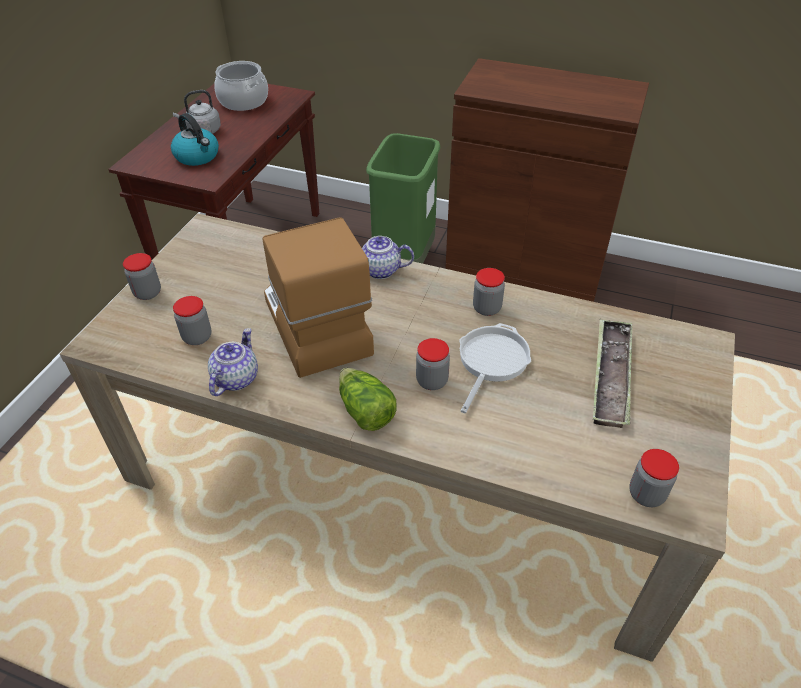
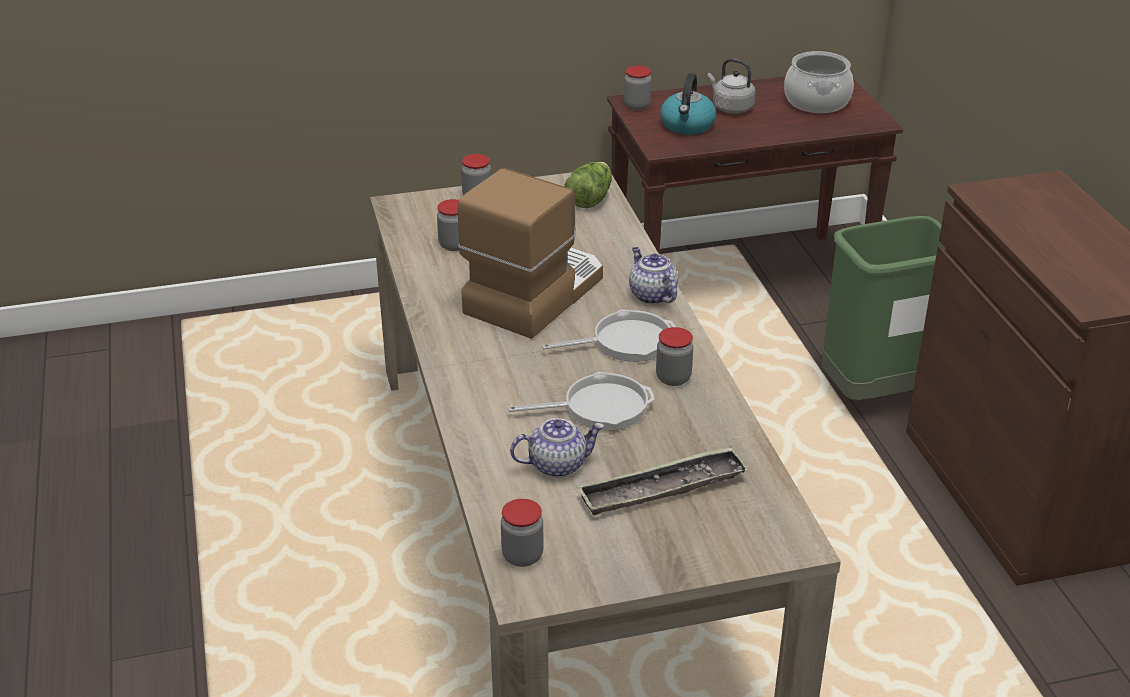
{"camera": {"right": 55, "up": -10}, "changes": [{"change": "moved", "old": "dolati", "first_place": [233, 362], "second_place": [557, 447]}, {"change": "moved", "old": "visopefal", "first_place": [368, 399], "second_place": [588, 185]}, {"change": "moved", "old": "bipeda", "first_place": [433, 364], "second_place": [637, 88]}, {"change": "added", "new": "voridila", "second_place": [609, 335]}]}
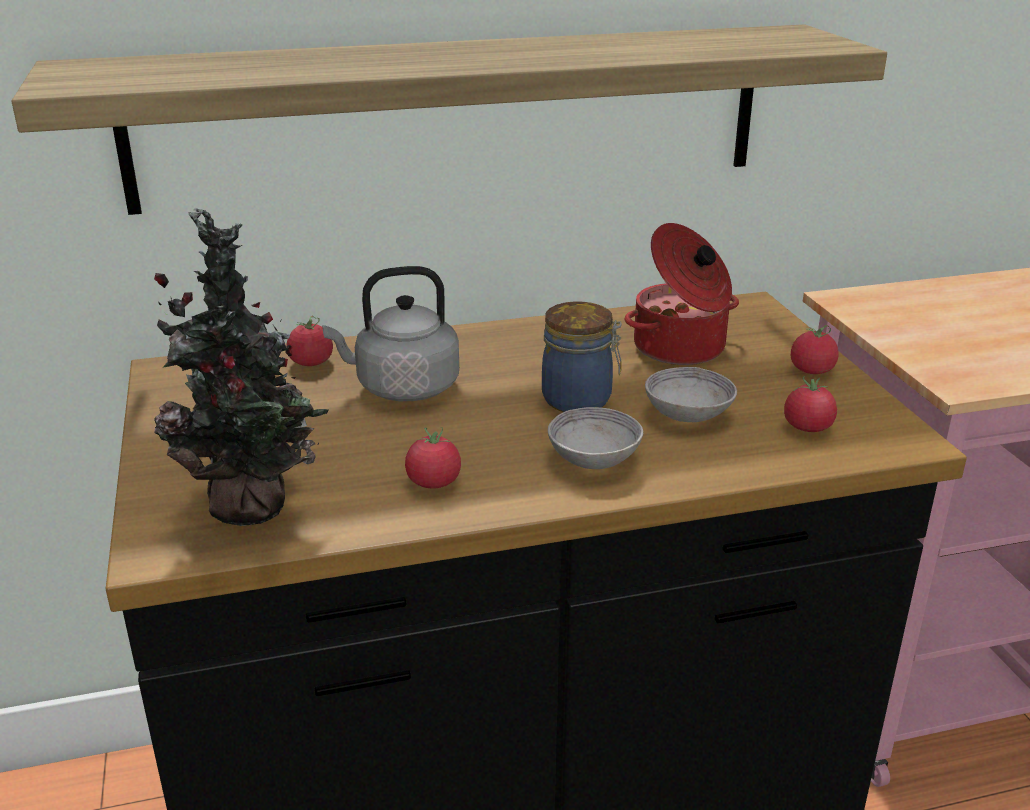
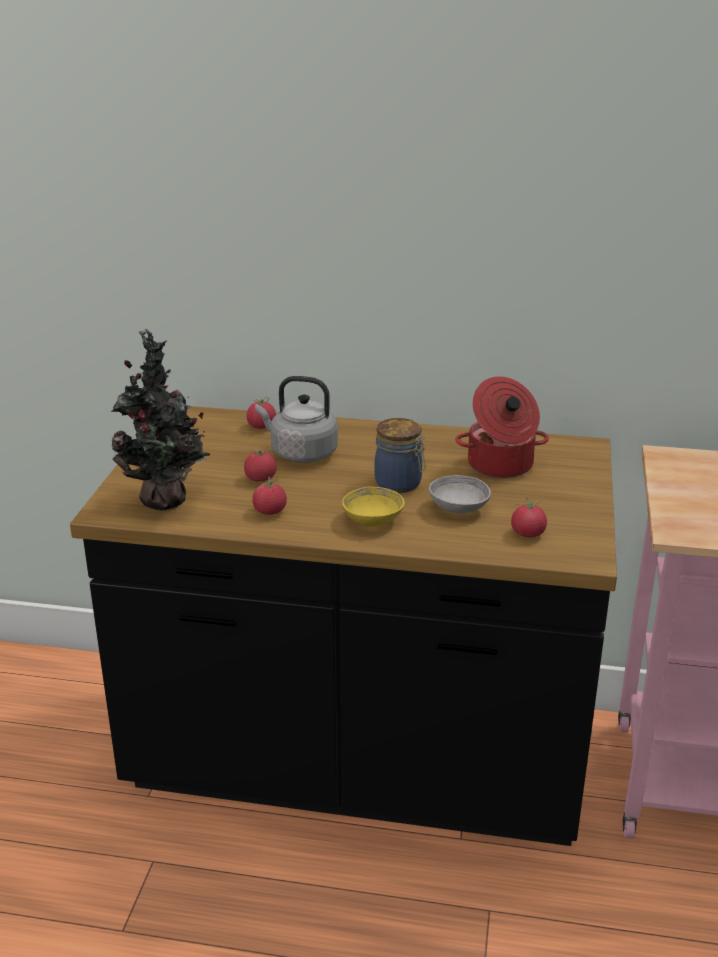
{"camera": {"right": 25, "up": 0}, "changes": [{"change": "removed", "old": "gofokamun", "first_place": [449, 119]}, {"change": "recoloured", "old": "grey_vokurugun", "new": "yellow_vokurugun", "first_place": [595, 438], "second_place": [373, 507]}, {"change": "moved", "old": "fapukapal", "first_place": [815, 349], "second_place": [260, 465]}]}
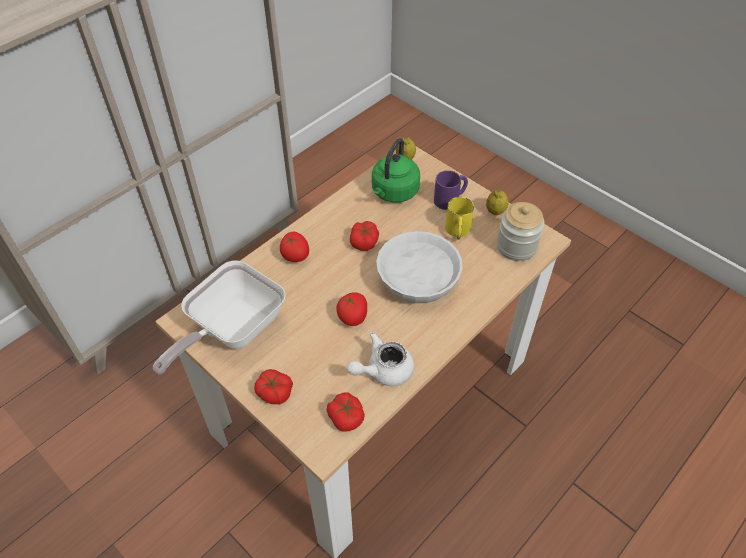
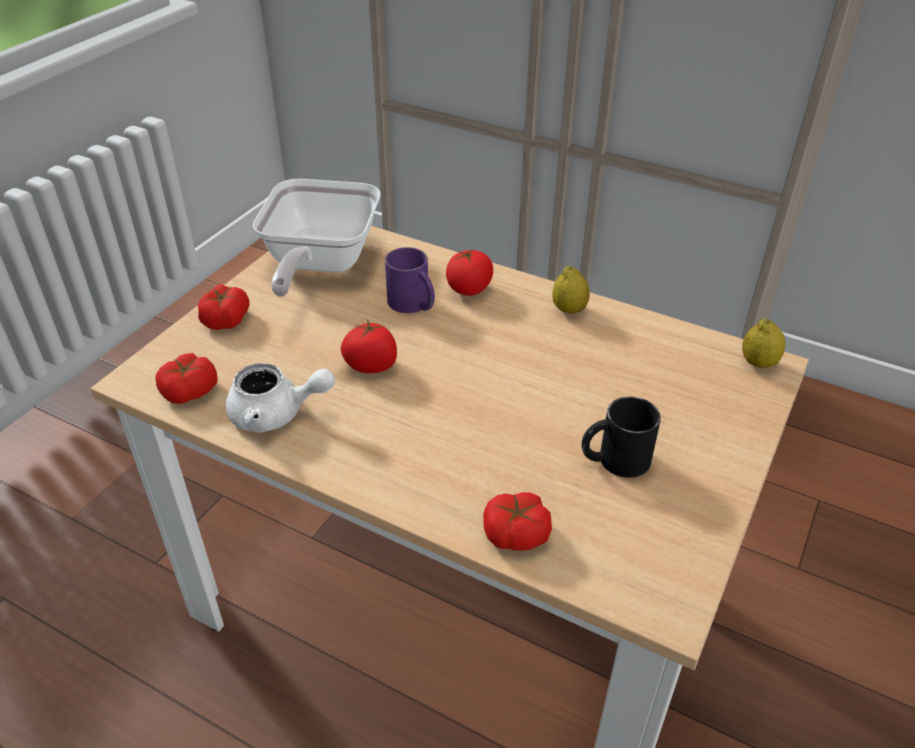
{"camera": {"right": 75, "up": -10}, "changes": [{"change": "turned", "old": "voridila", "first_place": [219, 317], "second_place": [316, 238], "degrees": -105}, {"change": "turned", "old": "white_dolati", "first_place": [380, 359], "second_place": [280, 397], "degrees": 135}, {"change": "moved", "old": "fapukapal", "first_place": [364, 236], "second_place": [517, 521]}, {"change": "removed", "old": "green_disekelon", "first_place": [396, 170]}, {"change": "removed", "old": "white_vokurugun", "first_place": [419, 267]}, {"change": "moved", "old": "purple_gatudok", "first_place": [451, 190], "second_place": [410, 280]}, {"change": "recoloured", "old": "yellow_gatudok", "new": "black_gatudok", "first_place": [459, 218], "second_place": [621, 437]}, {"change": "moved", "old": "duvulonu", "first_place": [497, 202], "second_place": [571, 290]}, {"change": "removed", "old": "bipeda", "first_place": [520, 231]}]}
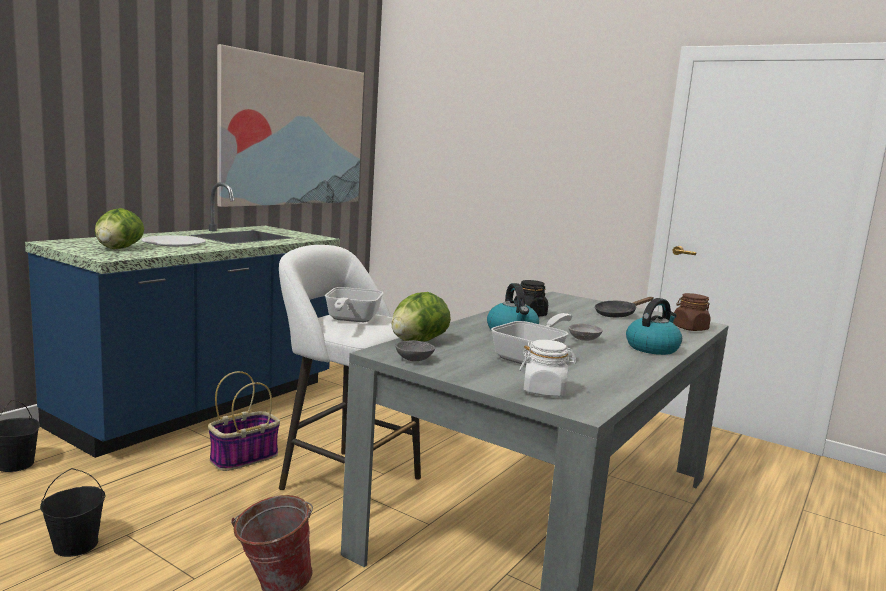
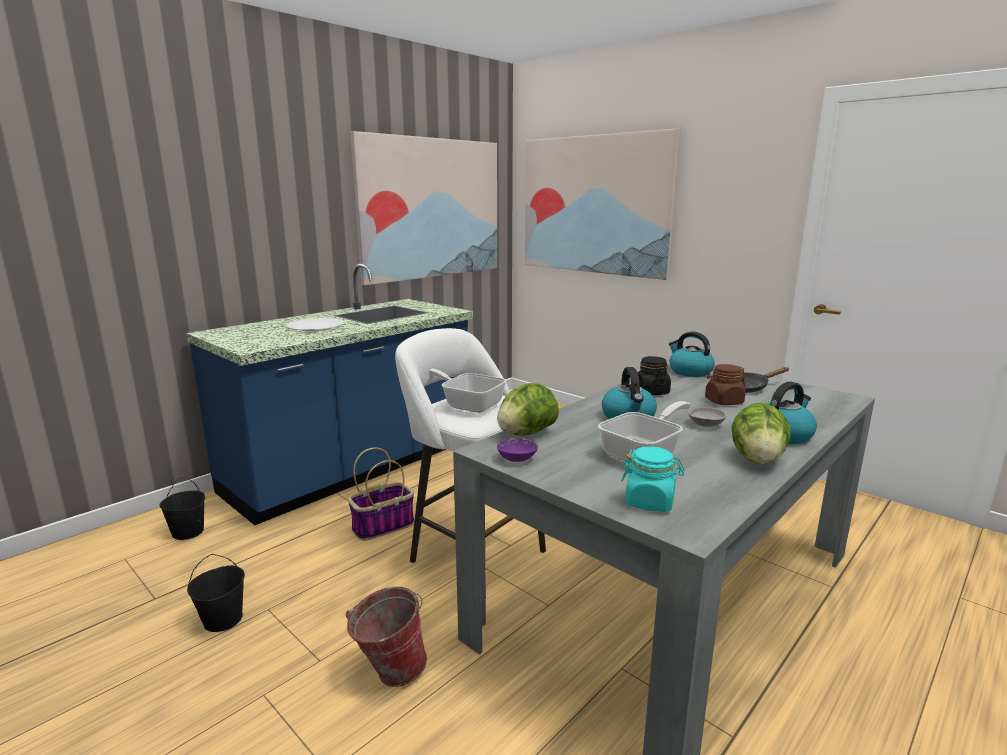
{"camera": {"right": 10, "up": 5}, "changes": [{"change": "moved", "old": "visopefal", "first_place": [119, 228], "second_place": [761, 433]}, {"change": "turned", "old": "voridila", "first_place": [354, 304], "second_place": [467, 390], "degrees": 105}, {"change": "recoloured", "old": "grey_vokurugun", "new": "purple_vokurugun", "first_place": [415, 350], "second_place": [517, 449]}, {"change": "recoloured", "old": "white_bipeda", "new": "turquoise_bipeda", "first_place": [547, 368], "second_place": [653, 479]}, {"change": "moved", "old": "brown_bipeda", "first_place": [692, 312], "second_place": [725, 384]}, {"change": "added", "new": "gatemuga", "second_place": [603, 204]}, {"change": "added", "new": "disekelon", "second_place": [692, 354]}]}
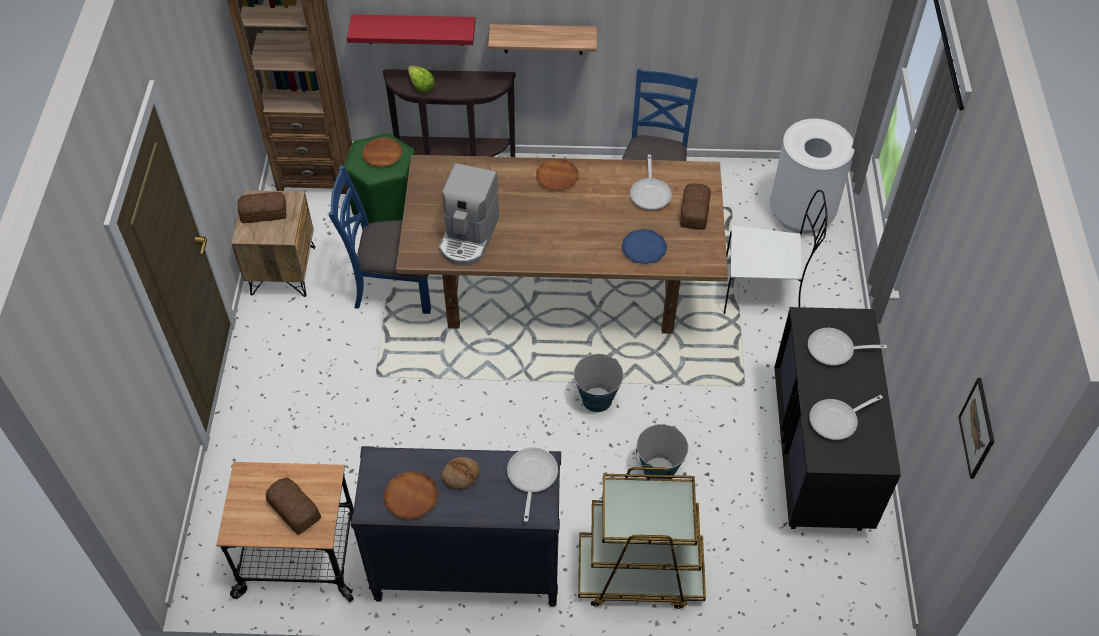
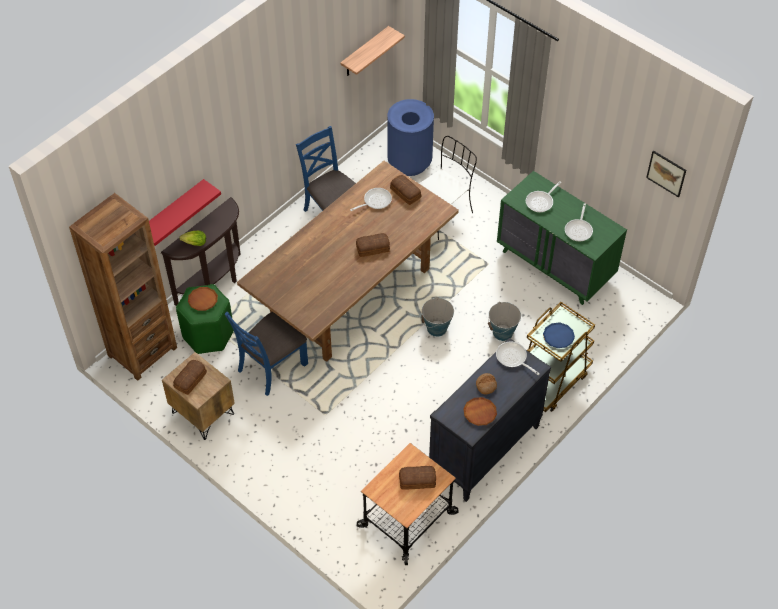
{"camera": {"right": -50, "up": 0}, "changes": [{"change": "removed", "old": "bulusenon", "first_place": [469, 214]}, {"change": "moved", "old": "gofokamun", "first_place": [542, 39], "second_place": [372, 51]}, {"change": "removed", "old": "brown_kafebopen", "first_place": [557, 175]}, {"change": "moved", "old": "blue_kafebopen", "first_place": [644, 246], "second_place": [559, 335]}, {"change": "turned", "old": "voridila", "first_place": [651, 182], "second_place": [371, 199], "degrees": -75}, {"change": "recoloured", "old": "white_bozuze", "new": "blue_bozuze", "first_place": [812, 176], "second_place": [410, 137]}, {"change": "recoloured", "old": "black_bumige", "new": "green_bumige", "first_place": [837, 419], "second_place": [562, 238]}, {"change": "added", "new": "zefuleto", "second_place": [373, 245]}]}
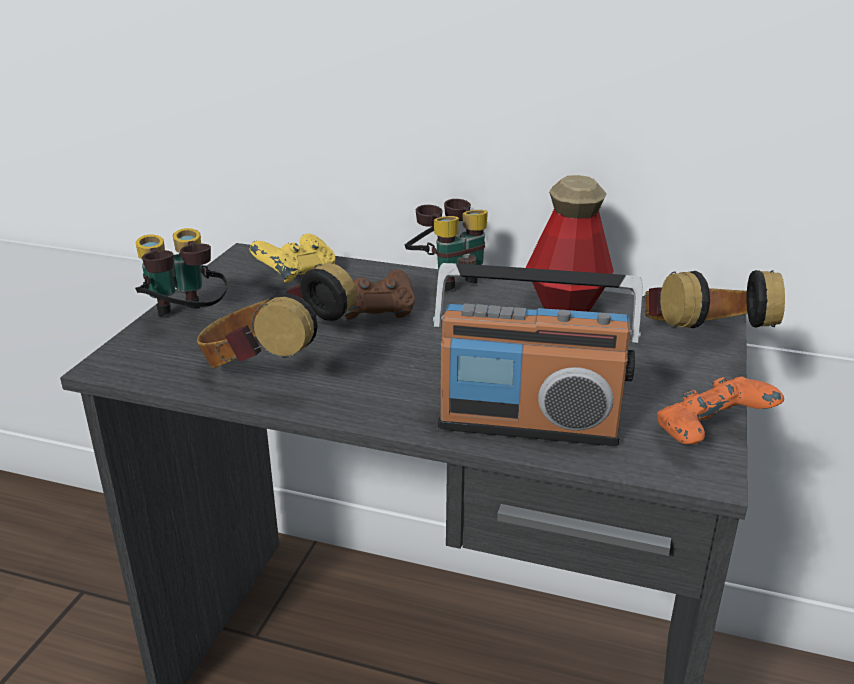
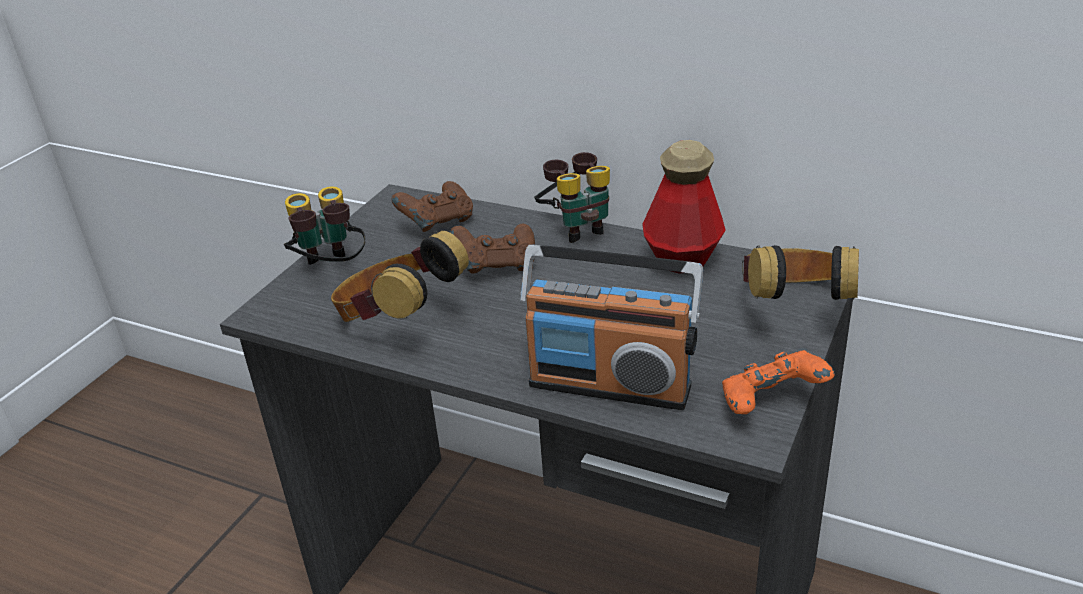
{"camera": {"right": 10, "up": 5}, "changes": [{"change": "recoloured", "old": "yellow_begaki", "new": "brown_begaki", "first_place": [292, 258], "second_place": [432, 206]}]}
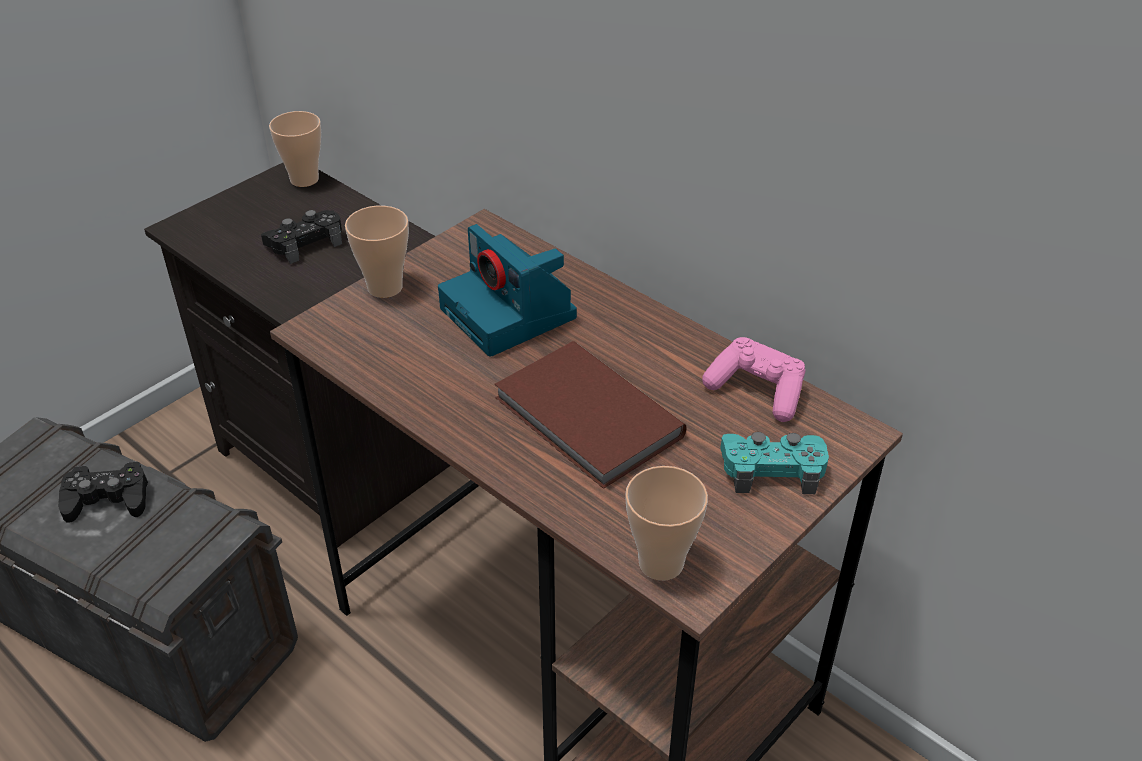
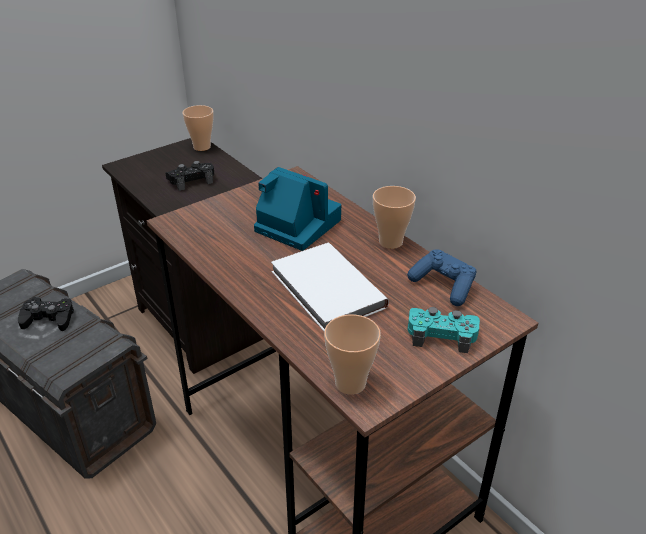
{"camera": {"right": 10, "up": -5}, "changes": [{"change": "moved", "old": "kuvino", "first_place": [377, 252], "second_place": [394, 217]}, {"change": "turned", "old": "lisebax", "first_place": [507, 290], "second_place": [297, 209], "degrees": 150}, {"change": "recoloured", "old": "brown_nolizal", "new": "white_nolizal", "first_place": [591, 415], "second_place": [330, 287]}, {"change": "recoloured", "old": "pink_begaki", "new": "blue_begaki", "first_place": [753, 379], "second_place": [441, 277]}]}
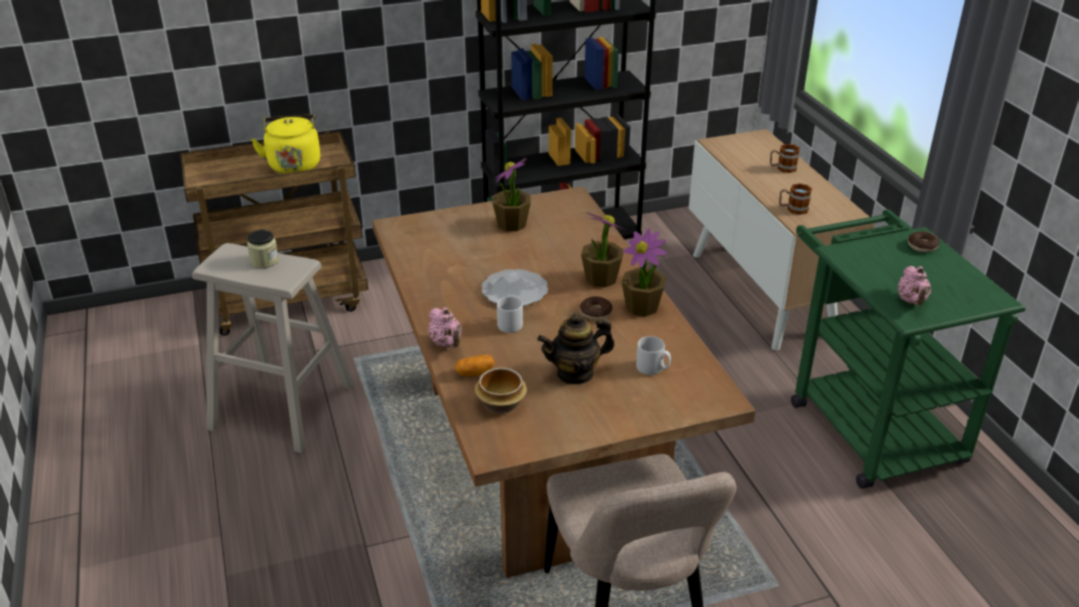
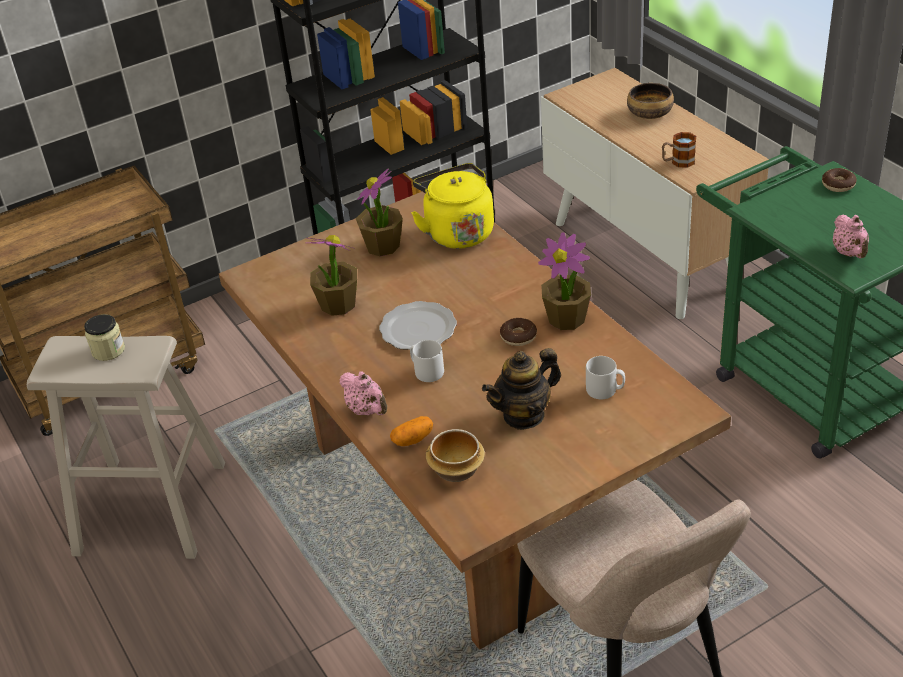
{"camera": {"right": -10, "up": 5}, "changes": [{"change": "moved", "old": "yellow_disekelon", "first_place": [285, 144], "second_place": [452, 206]}, {"change": "moved", "old": "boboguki", "first_place": [603, 250], "second_place": [332, 275]}, {"change": "replaced", "old": "gatudok", "new": "vokurugun", "first_place": [785, 158], "second_place": [650, 101]}]}
